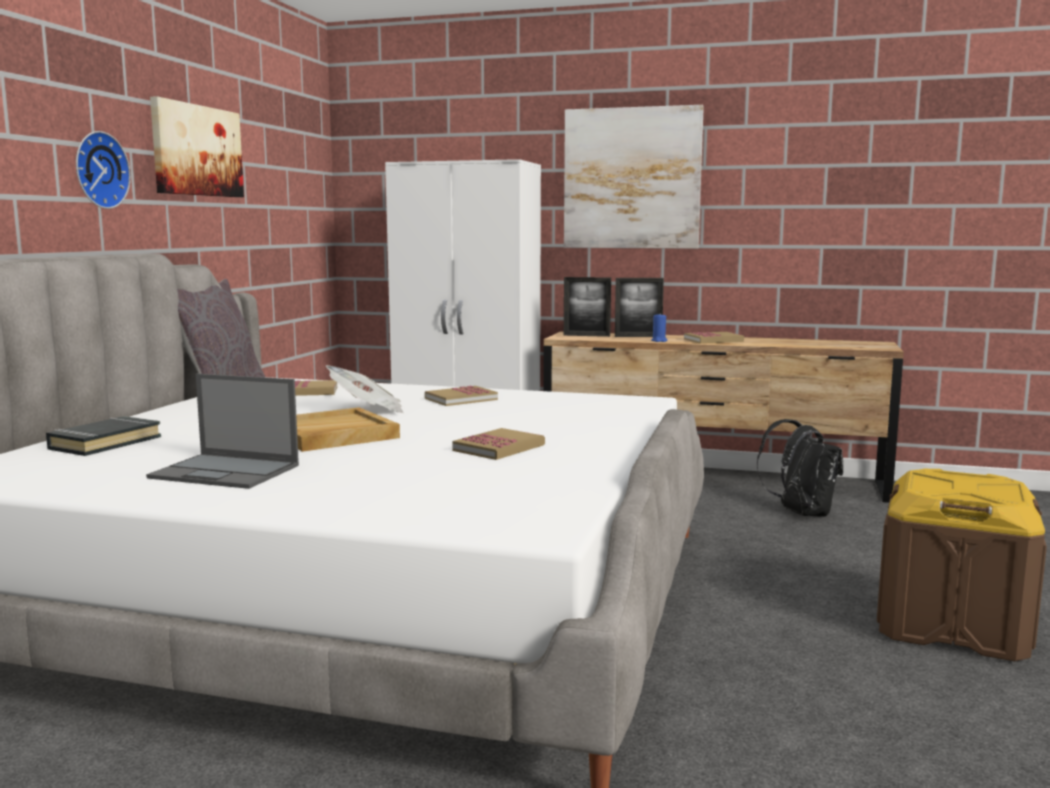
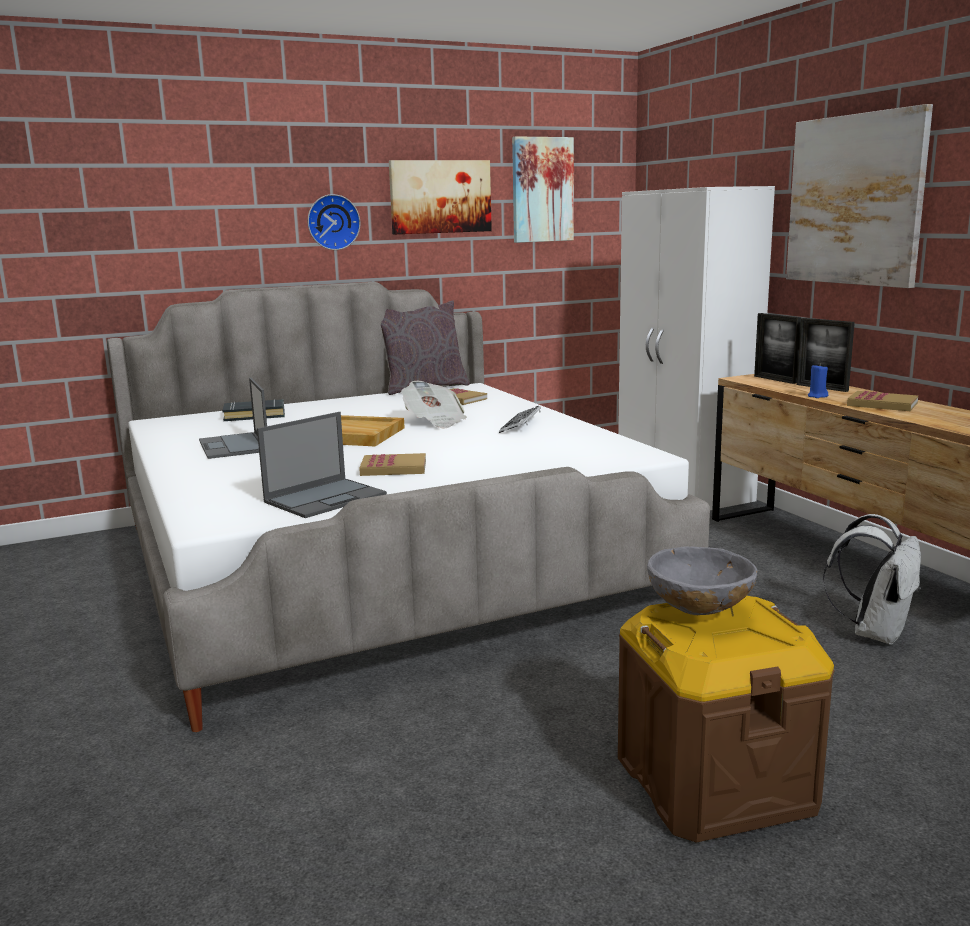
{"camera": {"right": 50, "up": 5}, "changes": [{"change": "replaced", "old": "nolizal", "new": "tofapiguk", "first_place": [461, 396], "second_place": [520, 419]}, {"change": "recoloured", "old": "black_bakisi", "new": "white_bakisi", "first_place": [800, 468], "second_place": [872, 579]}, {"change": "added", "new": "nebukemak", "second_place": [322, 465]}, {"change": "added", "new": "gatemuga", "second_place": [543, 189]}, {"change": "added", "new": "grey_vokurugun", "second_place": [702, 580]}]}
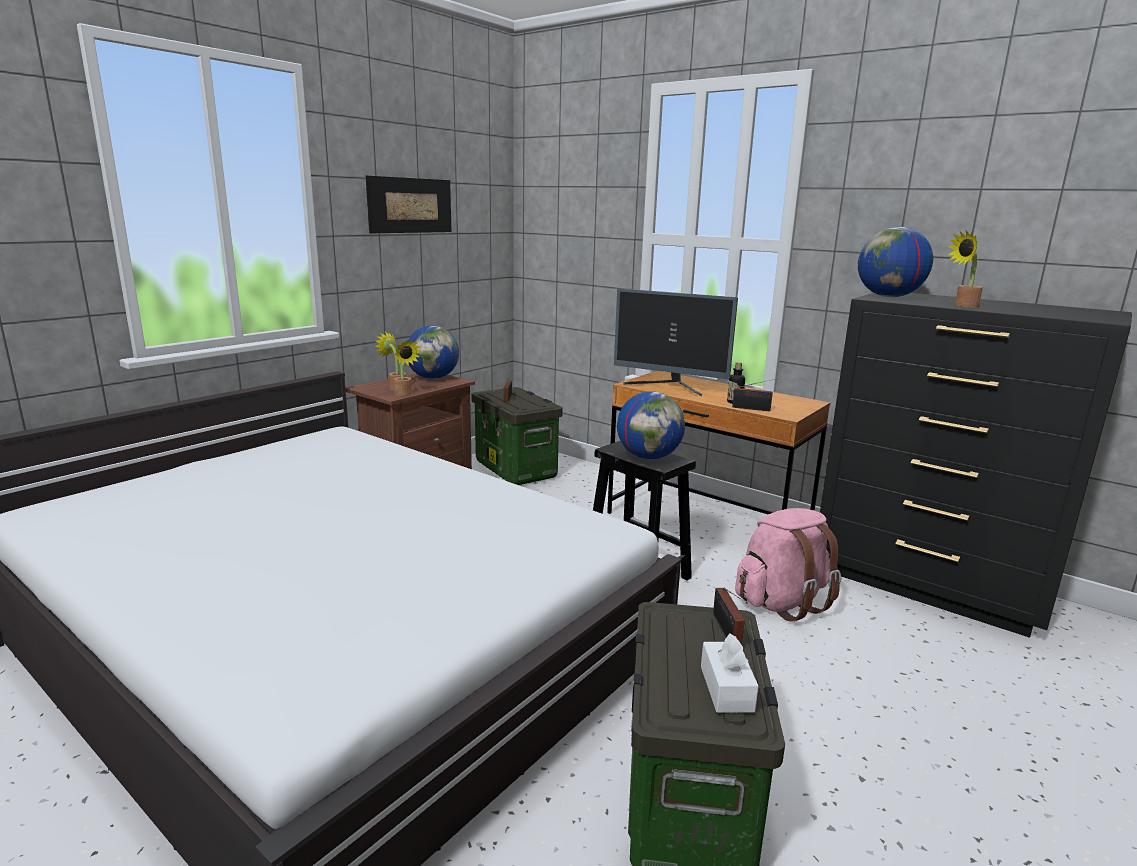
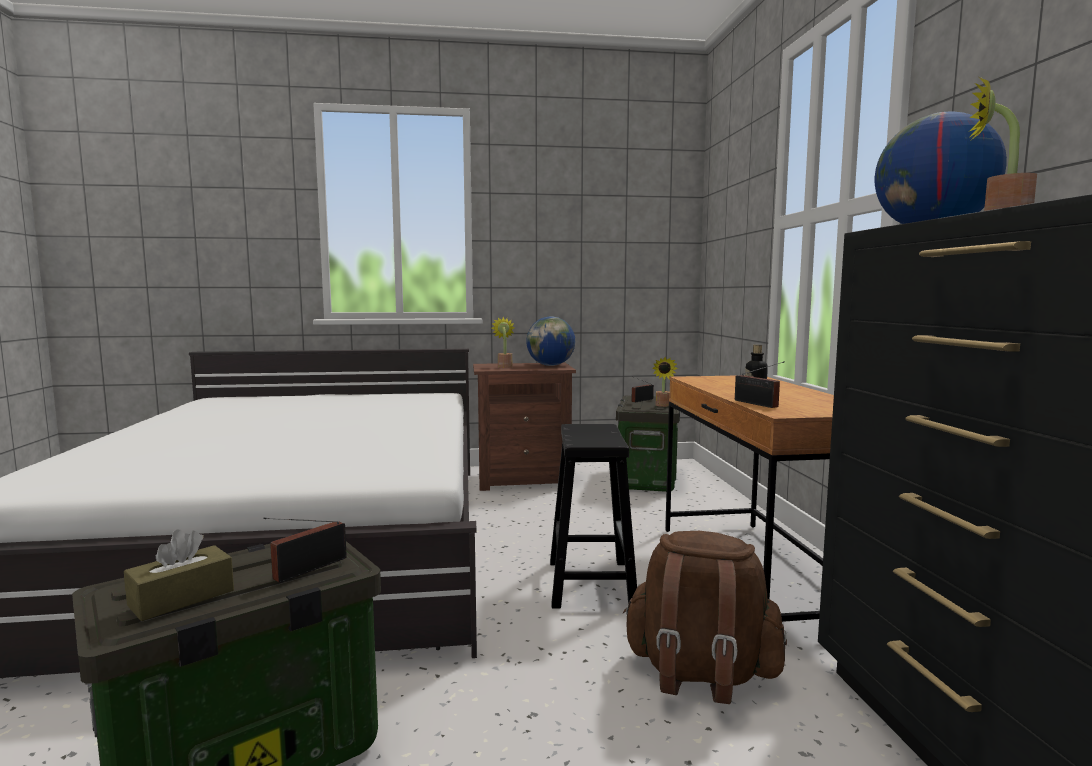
{"camera": {"right": 45, "up": -10}, "changes": [{"change": "removed", "old": "gatemuga", "first_place": [408, 204]}, {"change": "moved", "old": "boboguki", "first_place": [408, 368], "second_place": [665, 382]}, {"change": "removed", "old": "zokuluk", "first_place": [676, 342]}, {"change": "removed", "old": "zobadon", "first_place": [651, 425]}, {"change": "recoloured", "old": "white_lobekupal", "new": "brown_lobekupal", "first_place": [730, 673], "second_place": [179, 575]}, {"change": "recoloured", "old": "pink_bakisi", "new": "brown_bakisi", "first_place": [788, 565], "second_place": [705, 617]}]}
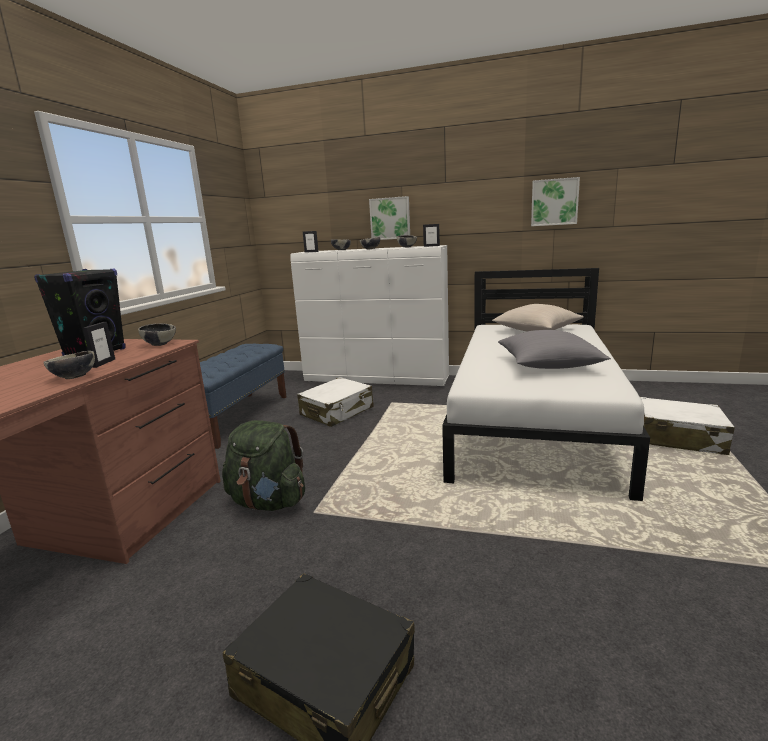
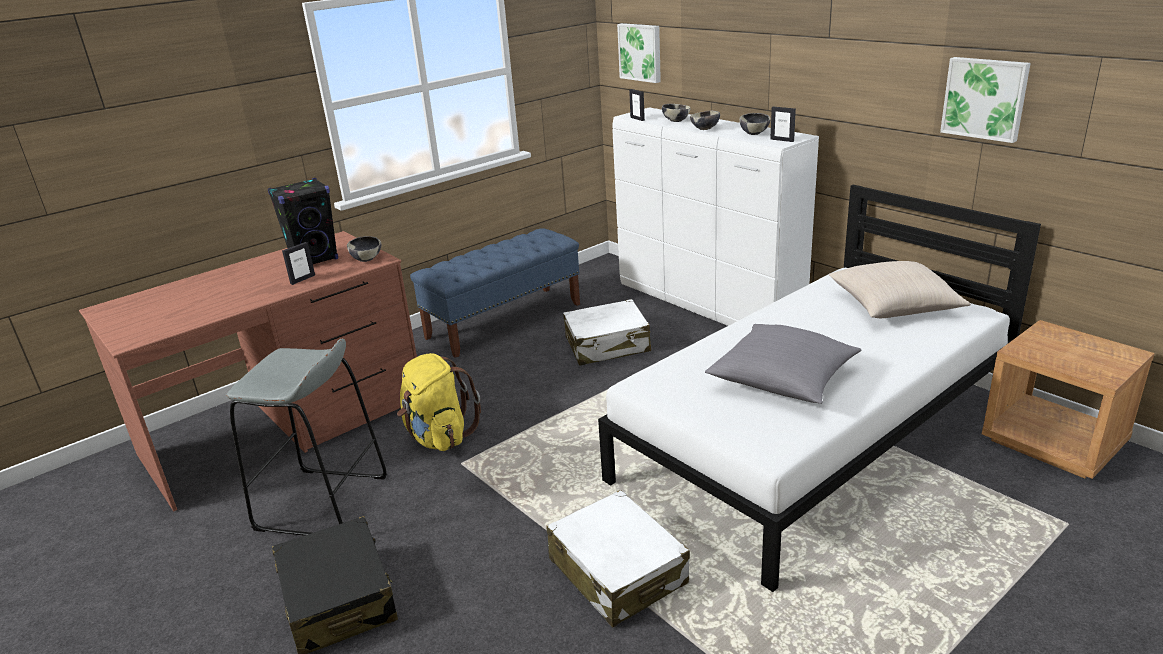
{"camera": {"right": 35, "up": 10}, "changes": [{"change": "removed", "old": "vokurugun", "first_place": [69, 365]}, {"change": "recoloured", "old": "green_bakisi", "new": "yellow_bakisi", "first_place": [263, 465], "second_place": [439, 402]}, {"change": "moved", "old": "gatemuga", "first_place": [389, 218], "second_place": [639, 53]}, {"change": "moved", "old": "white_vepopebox", "first_place": [687, 426], "second_place": [618, 558]}, {"change": "added", "new": "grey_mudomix", "second_place": [306, 437]}, {"change": "added", "new": "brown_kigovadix", "second_place": [1068, 399]}]}
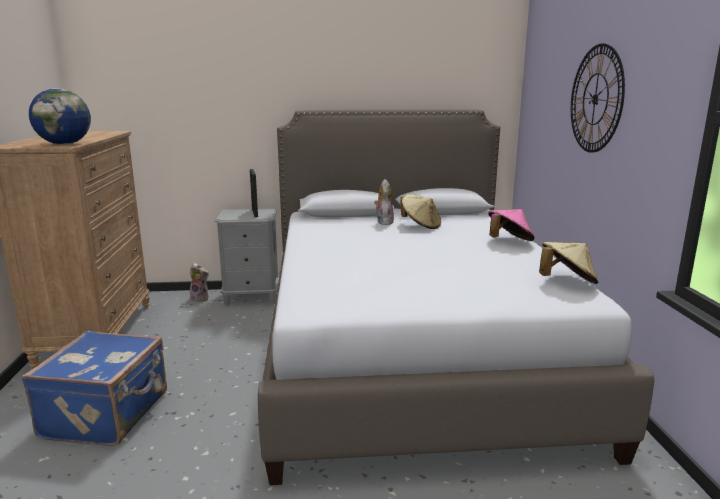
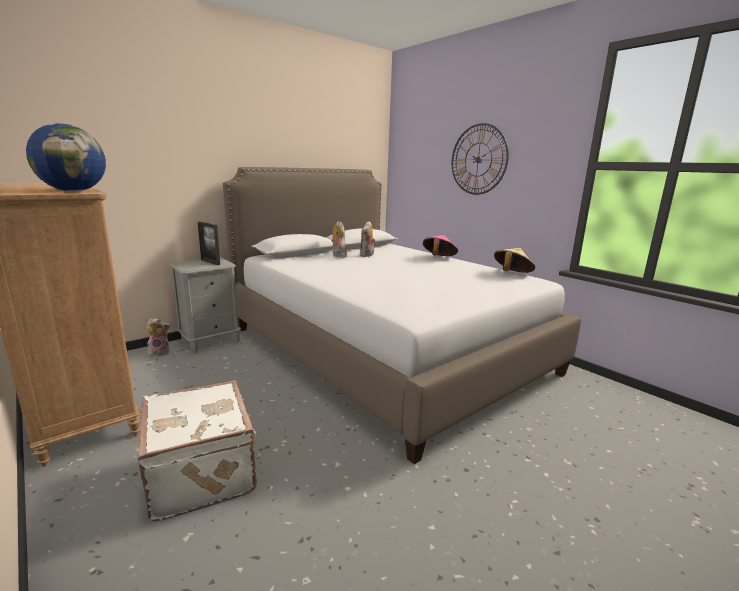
{"camera": {"right": -35, "up": 0}, "changes": [{"change": "recoloured", "old": "blue_vepopebox", "new": "white_vepopebox", "first_place": [94, 388], "second_place": [197, 451]}, {"change": "replaced", "old": "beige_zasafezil", "new": "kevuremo", "first_place": [420, 211], "second_place": [368, 239]}]}
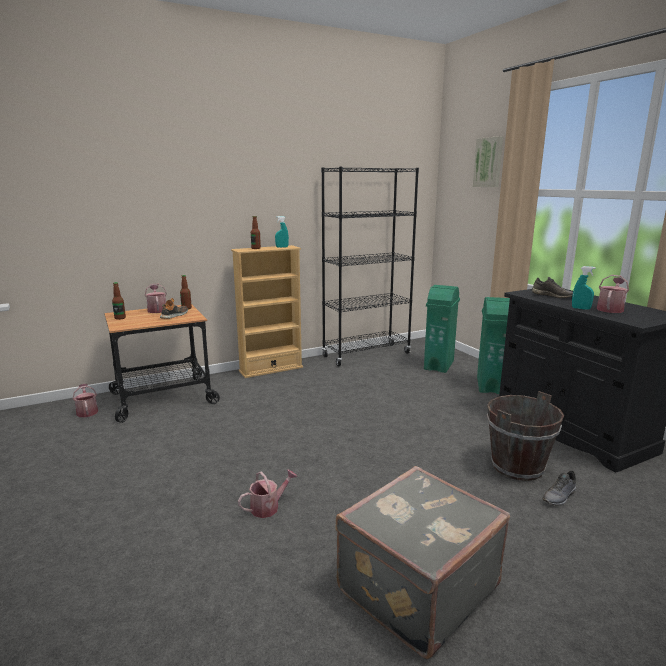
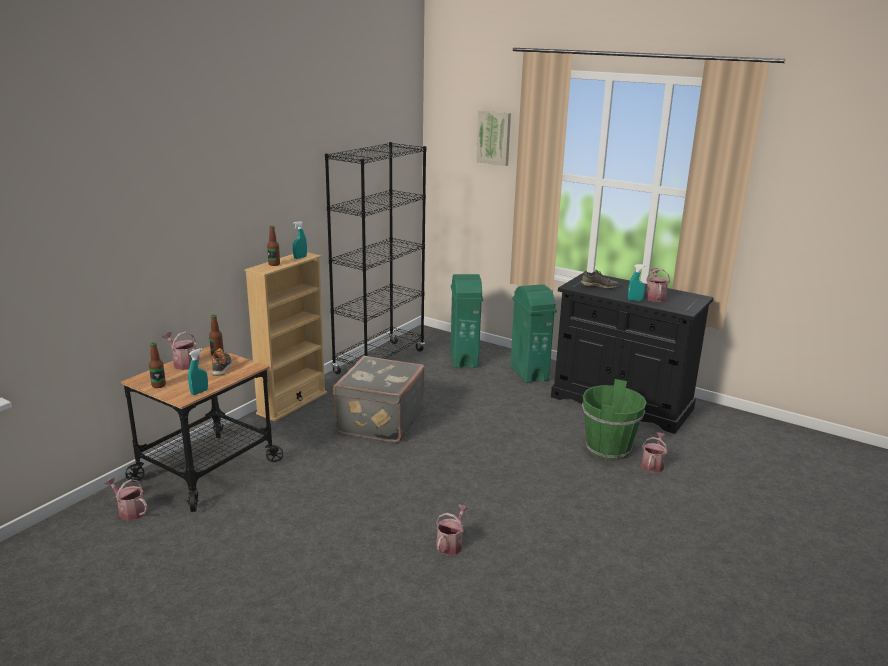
{"camera": {"right": -30, "up": 5}, "changes": [{"change": "moved", "old": "grey_vepopebox", "first_place": [423, 562], "second_place": [379, 399]}, {"change": "recoloured", "old": "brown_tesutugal", "new": "green_tesutugal", "first_place": [525, 436], "second_place": [614, 419]}, {"change": "replaced", "old": "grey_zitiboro", "new": "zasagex", "first_place": [560, 488], "second_place": [654, 452]}, {"change": "added", "new": "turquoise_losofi", "second_place": [198, 371]}]}
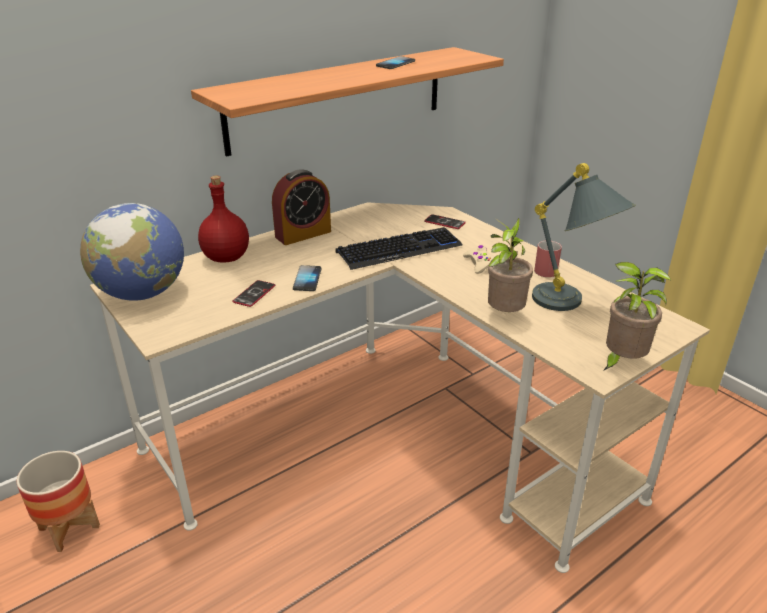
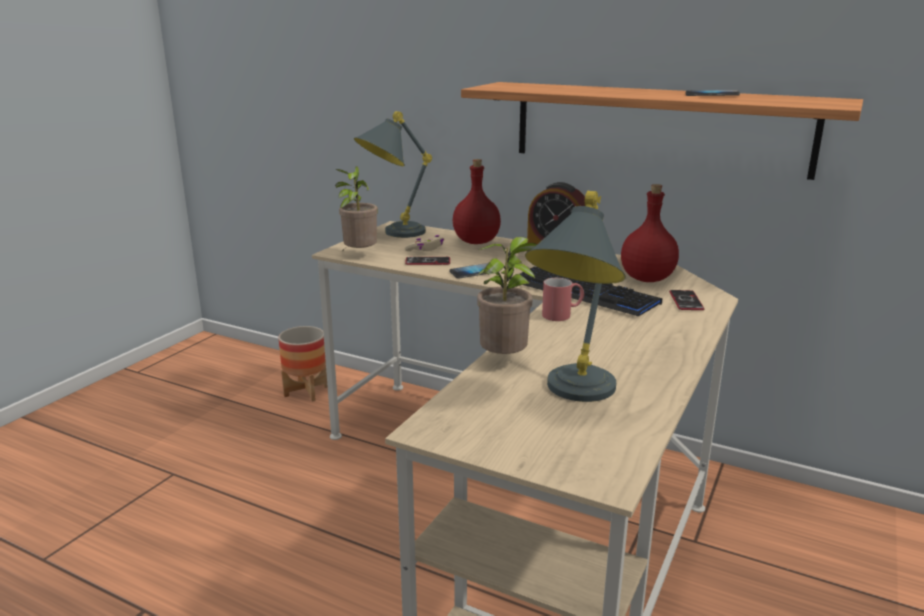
{"camera": {"right": 65, "up": -10}, "changes": [{"change": "replaced", "old": "zobadon", "new": "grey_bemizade", "first_place": [132, 252], "second_place": [393, 174]}, {"change": "moved", "old": "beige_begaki", "first_place": [478, 259], "second_place": [424, 243]}, {"change": "moved", "old": "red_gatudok", "first_place": [548, 259], "second_place": [563, 299]}, {"change": "moved", "old": "boboguki", "first_place": [637, 316], "second_place": [356, 209]}, {"change": "added", "new": "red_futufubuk", "second_place": [650, 233]}]}
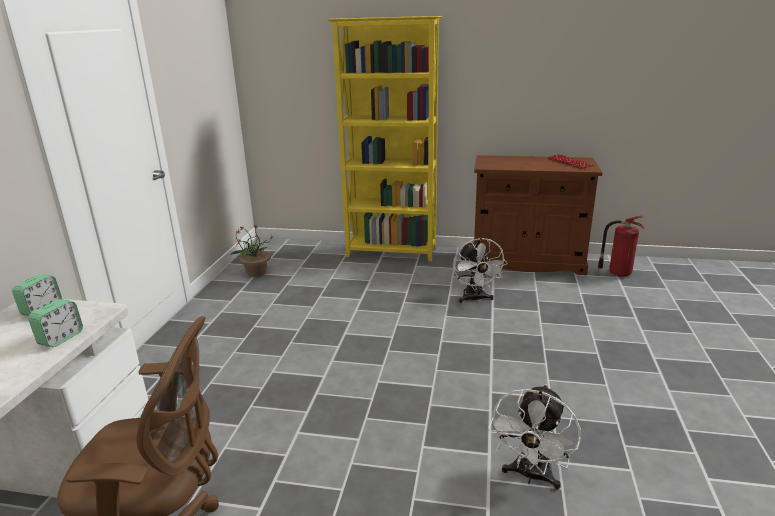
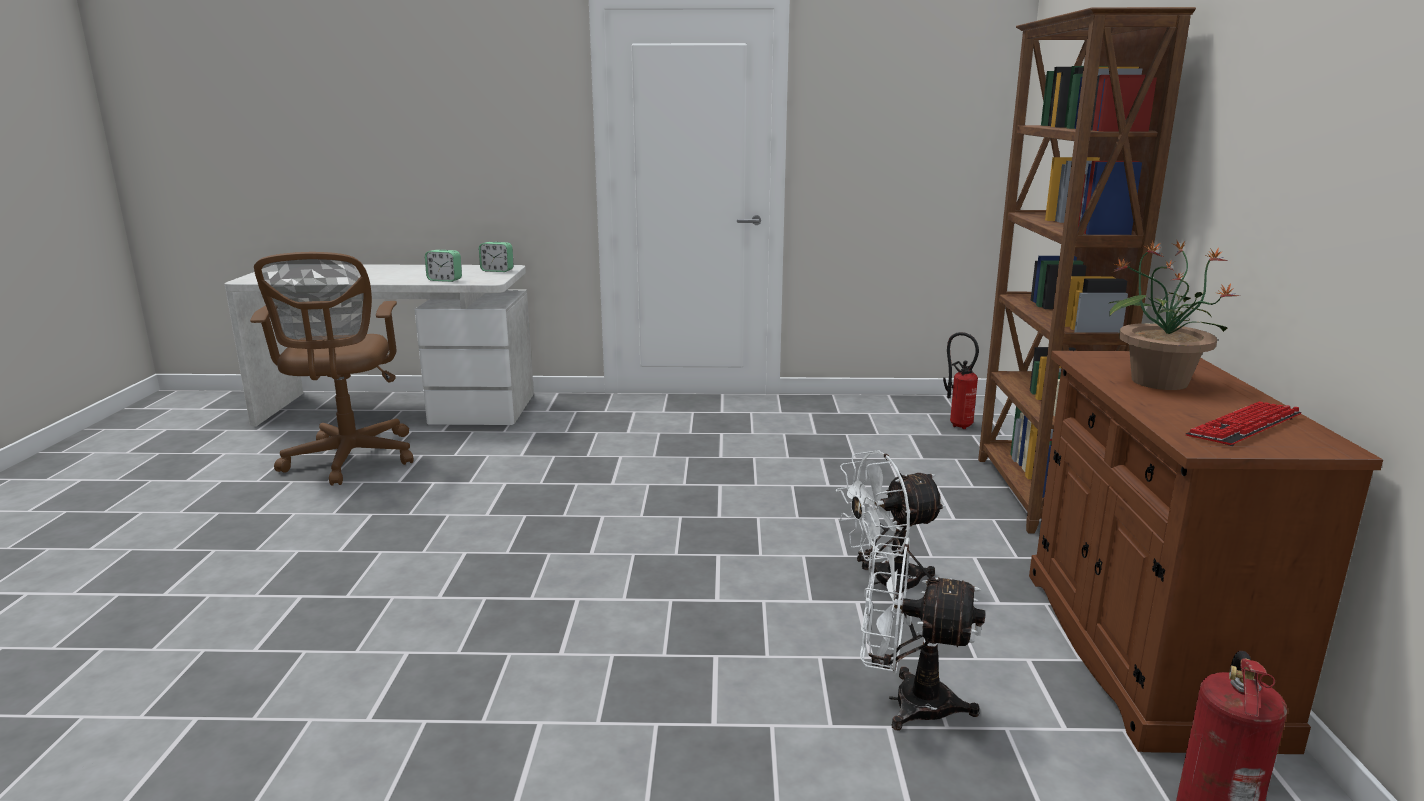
{"camera": {"right": 80, "up": -5}, "changes": [{"change": "moved", "old": "boboguki", "first_place": [251, 251], "second_place": [1174, 315]}, {"change": "recoloured", "old": "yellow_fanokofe", "new": "brown_fanokofe", "first_place": [385, 139], "second_place": [1087, 270]}, {"change": "moved", "old": "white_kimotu", "first_place": [534, 437], "second_place": [922, 632]}, {"change": "added", "new": "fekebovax", "second_place": [961, 380]}]}
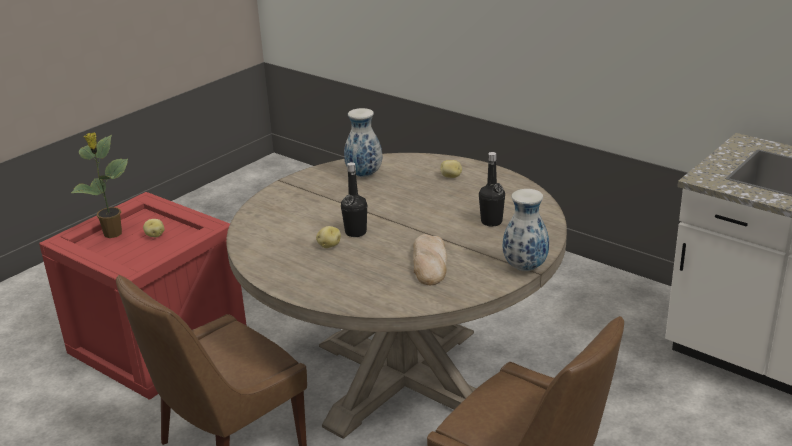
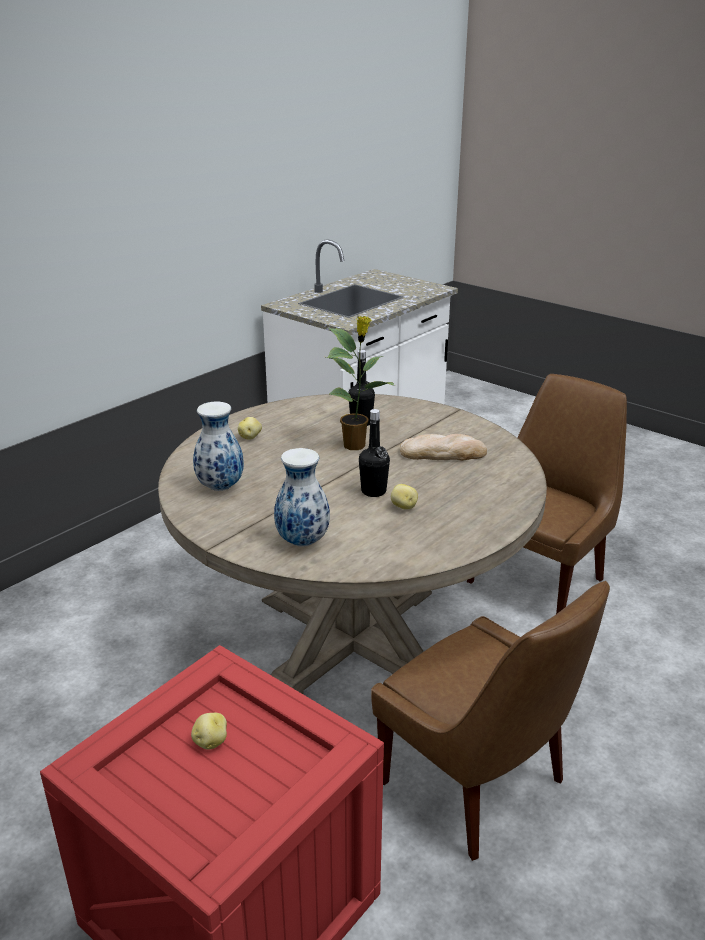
{"camera": {"right": -90, "up": 0}, "changes": [{"change": "moved", "old": "boboguki", "first_place": [99, 185], "second_place": [360, 383]}, {"change": "moved", "old": "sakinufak", "first_place": [526, 230], "second_place": [302, 497]}]}
